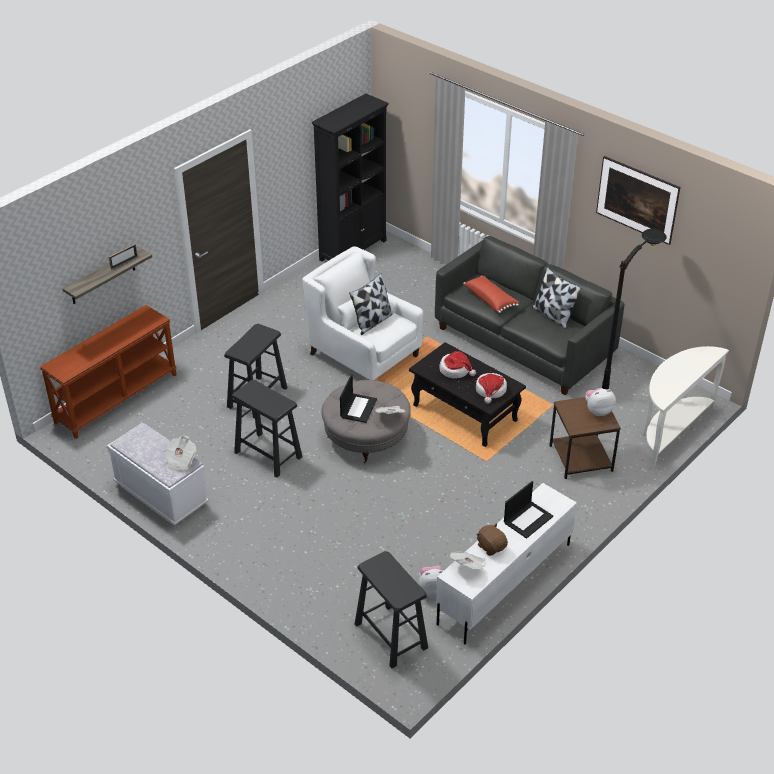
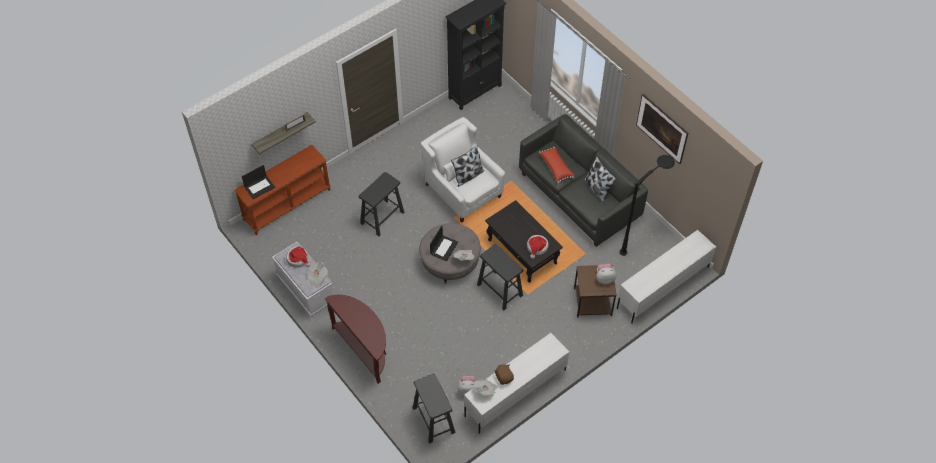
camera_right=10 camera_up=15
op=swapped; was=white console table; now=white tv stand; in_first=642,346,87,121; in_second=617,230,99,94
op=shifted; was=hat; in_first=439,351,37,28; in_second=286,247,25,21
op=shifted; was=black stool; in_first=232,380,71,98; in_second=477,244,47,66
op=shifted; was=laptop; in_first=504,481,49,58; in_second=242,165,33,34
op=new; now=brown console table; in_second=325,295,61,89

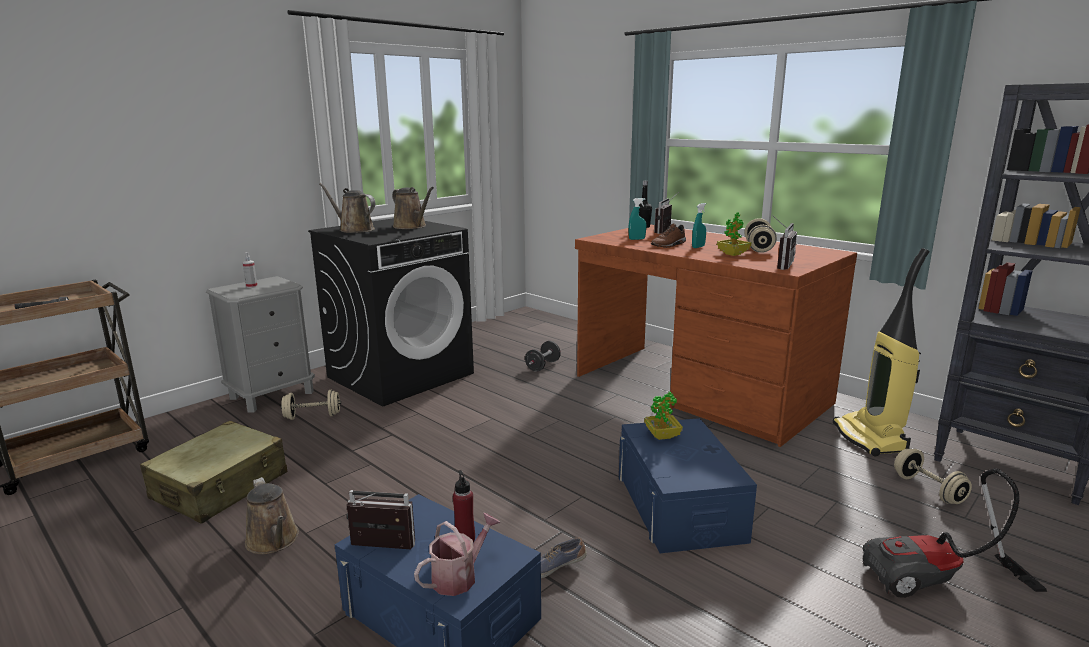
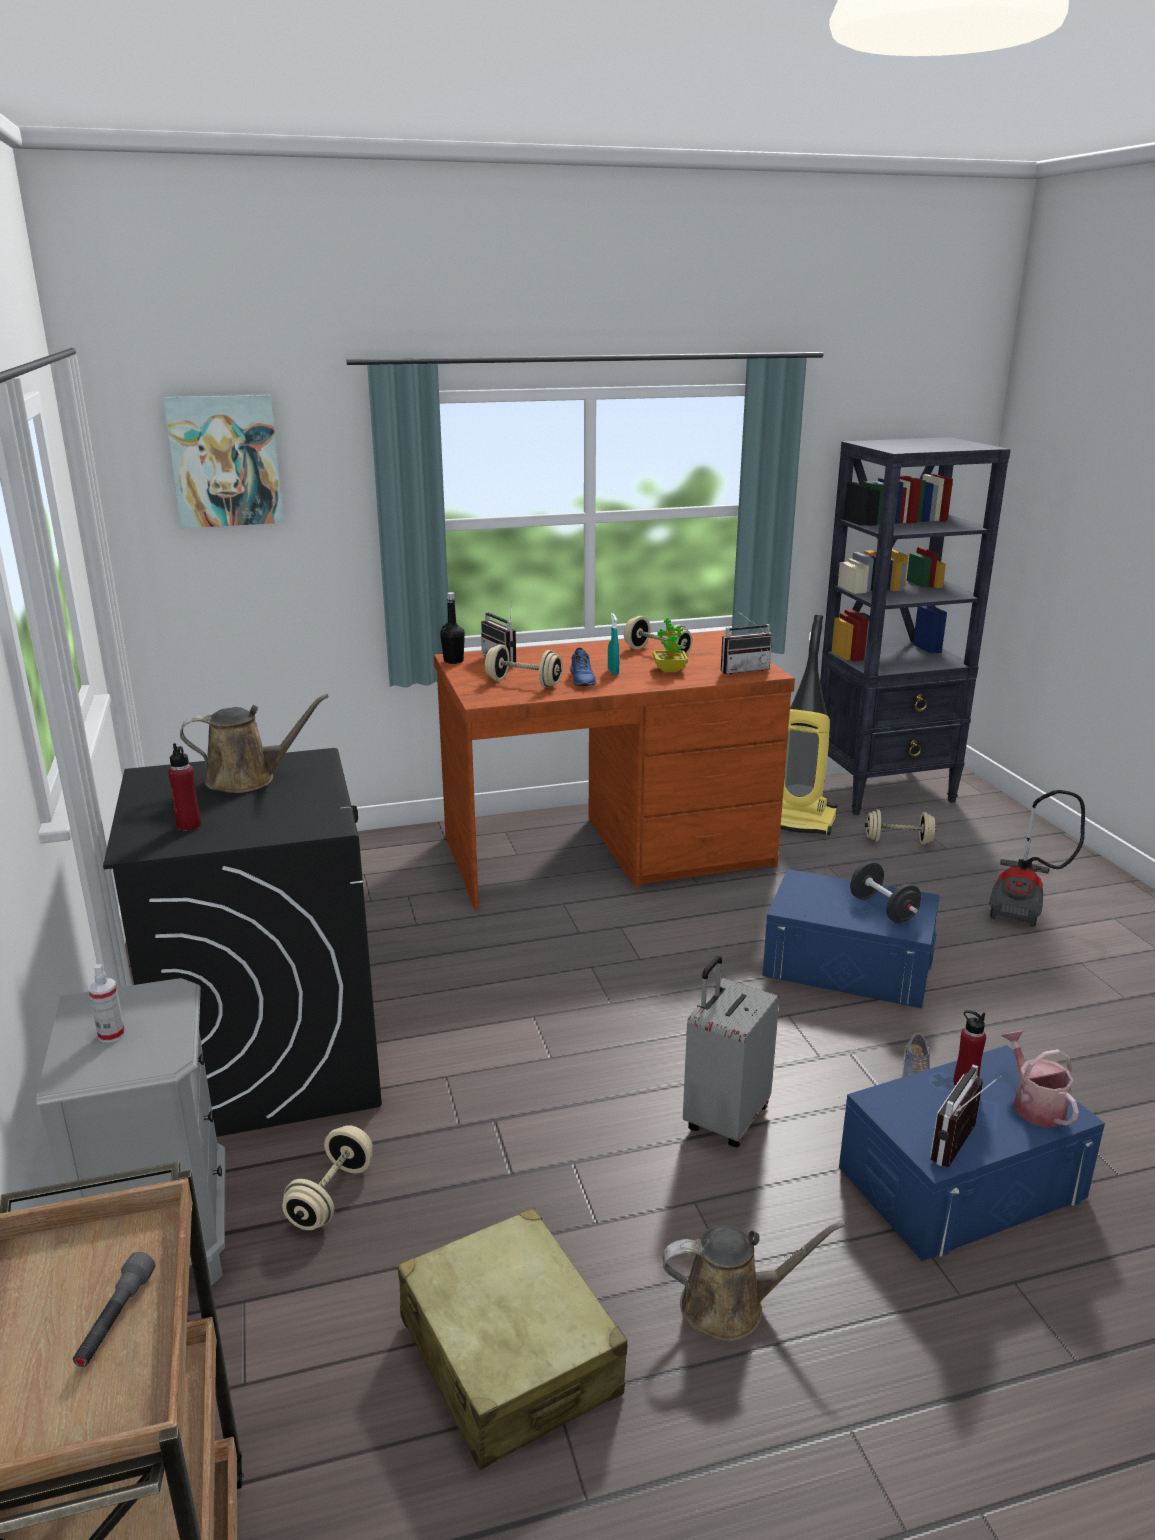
camera_right=-60 camera_up=5
op=swapped; was=brown watering can; now=red bottle; in_first=319,183,57,50; in_second=168,743,33,88
op=swapped; was=turquoise spray bottle; now=beige dumbbell; in_first=628,198,18,42; in_second=485,644,78,44
op=rotated; was=radio; in_first=772,215,25,55; in_second=721,609,51,65; clockwise=105
op=repainted; was=brown shoe; now=blue shoe; in_first=651,224,35,24; in_second=570,648,26,38
op=shifted; was=black dumbbell; in_first=525,341,36,31; in_second=850,861,71,62
op=gone; was=potted plant; in_first=644,392,39,48
op=new; now=picture; in_second=163,394,121,134
op=new; now=grey suitcase; in_second=683,956,96,191

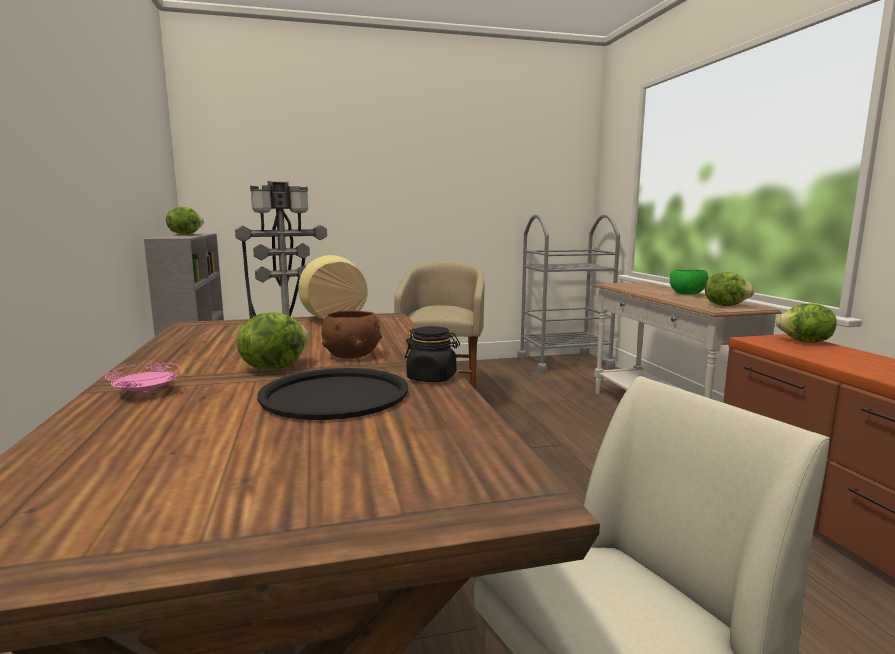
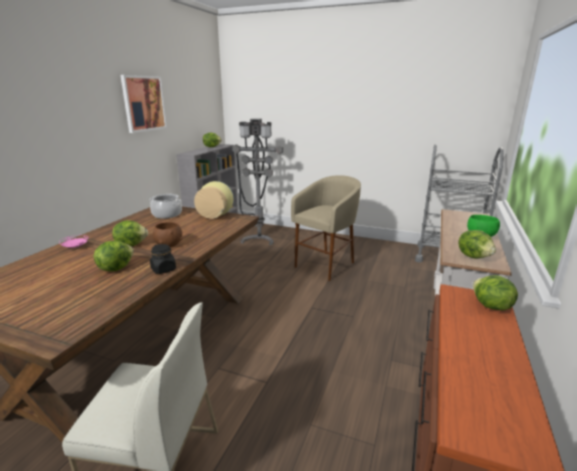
camera_right=35 camera_up=10
op=swapped; was=black tray; now=lettuce; in_first=257,368,151,52; in_second=94,241,40,30
op=new; now=picture; in_second=120,75,47,58
op=new; now=cooking pot; in_second=150,194,32,25

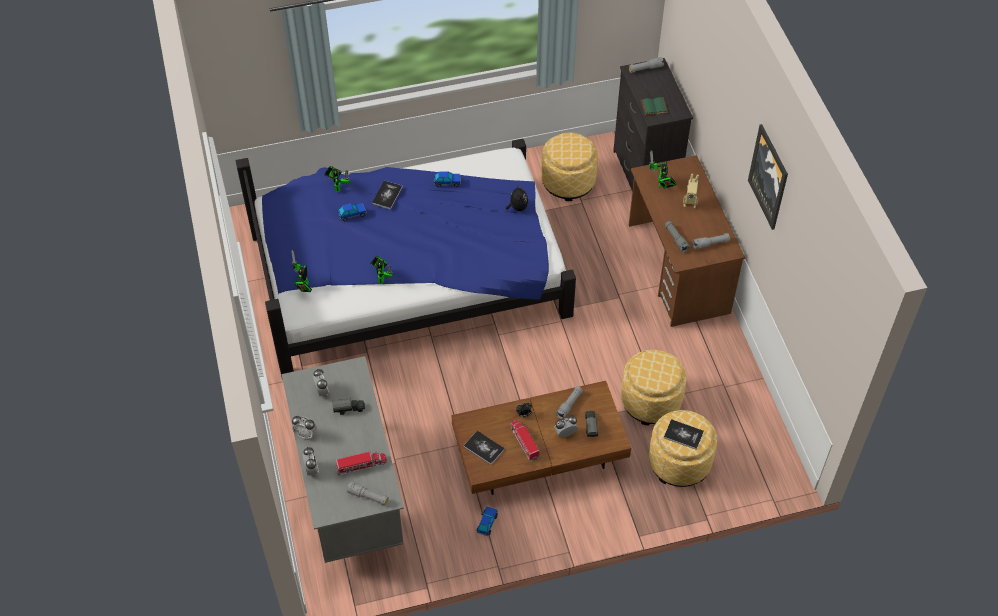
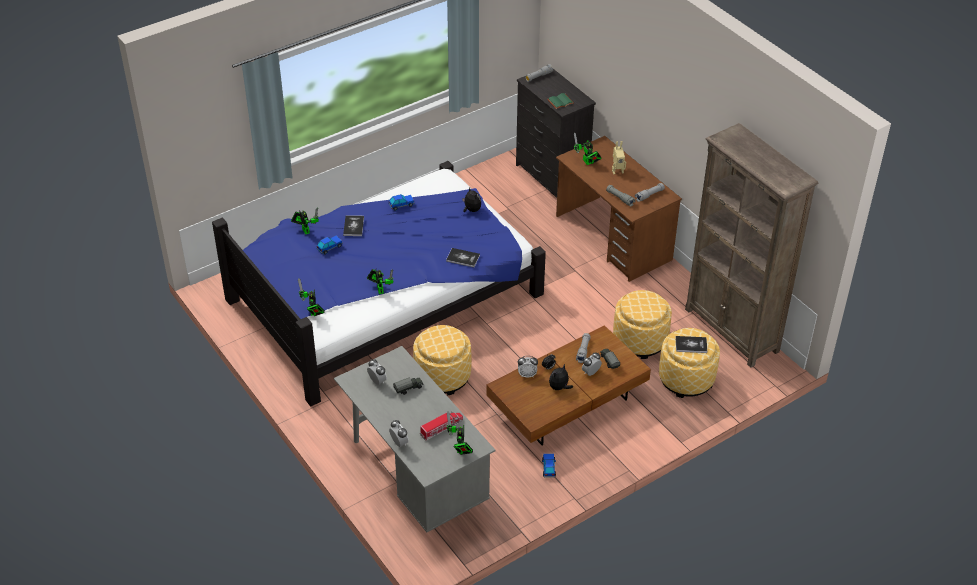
camera_right=-20 camera_up=-10
op=gone; was=picture; in_first=748,124,40,106
op=shifted; was=ottoman; in_first=541,133,57,68; in_second=413,325,59,71
op=shifted; was=alarm clock; in_first=292,416,25,23; in_second=518,356,20,22
op=swapped; was=toy truck; now=plush toy; in_first=510,420,29,41; in_second=549,364,24,26
op=shifted; was=book; in_first=464,431,41,34; in_second=446,248,34,19
op=swapped; was=grey flashlight; now=toy robot; in_first=347,482,42,24; in_second=446,412,27,43
op=new; now=brown bookcase; in_second=685,123,133,245

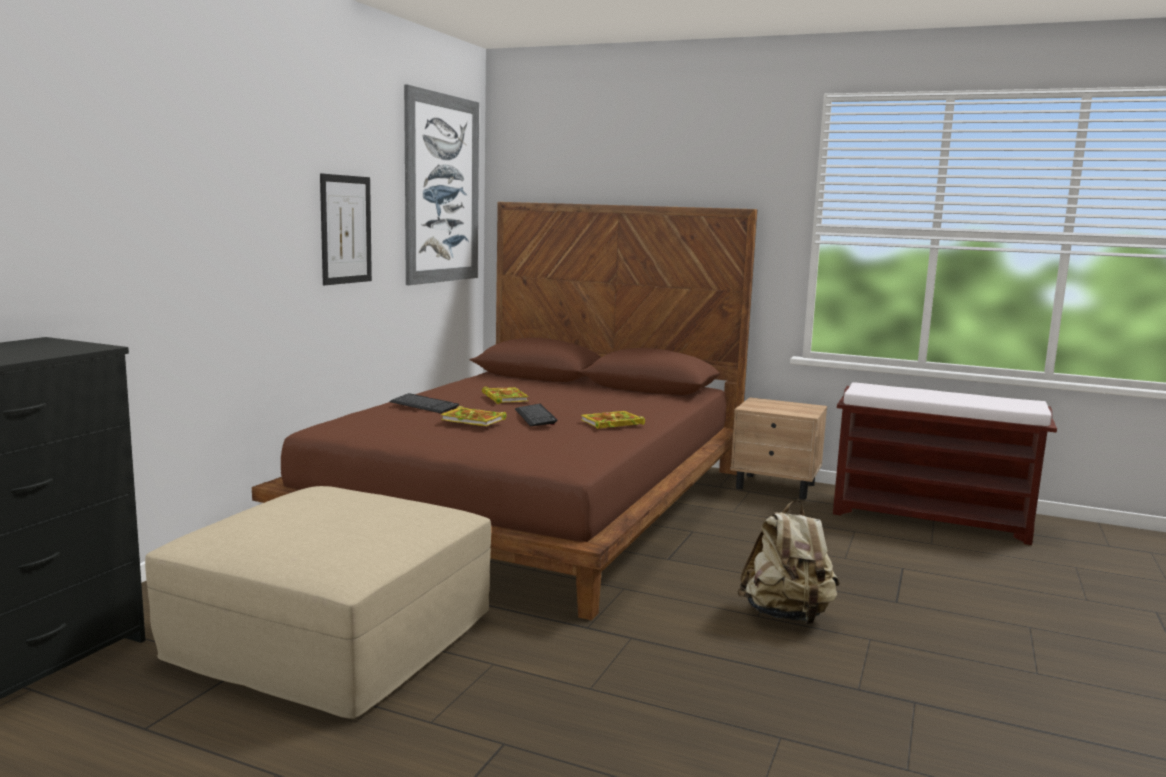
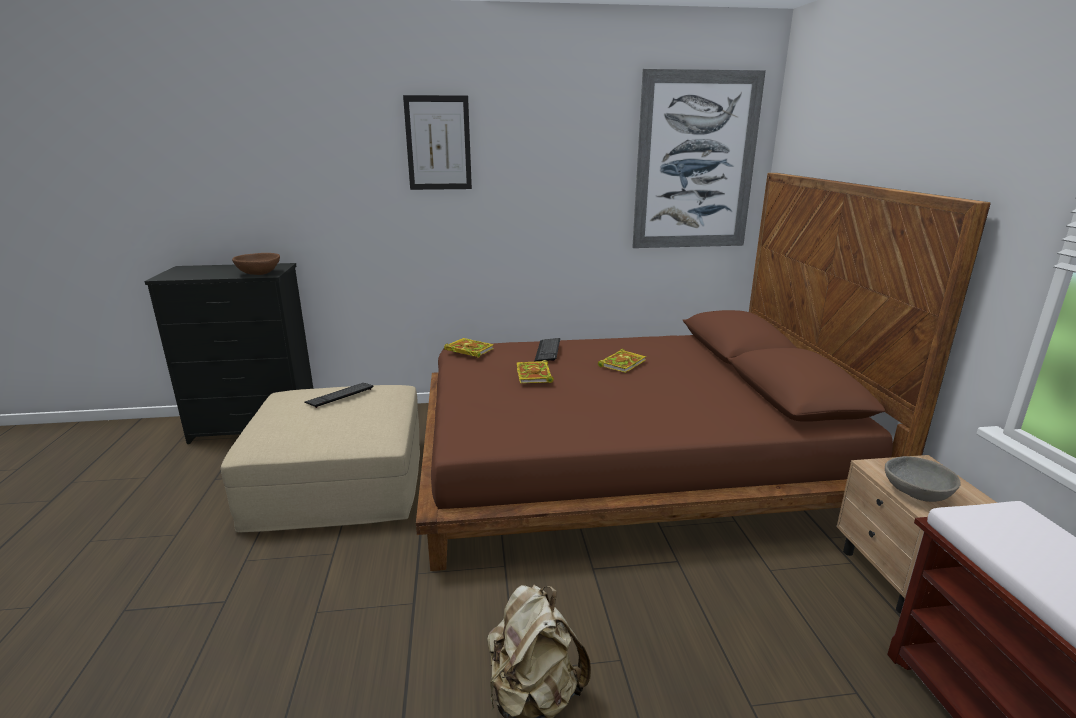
camera_right=60 camera_up=10
op=shifted; was=picture; in_first=320,173,52,112; in_second=403,95,69,95
op=shifted; was=keyboard; in_first=515,404,42,22; in_second=304,383,70,25
op=shifted; was=book; in_first=581,411,64,18; in_second=444,338,50,20
op=new; now=brown bowl; in_second=232,253,48,22
op=new; now=grey bowl; in_second=885,456,76,46

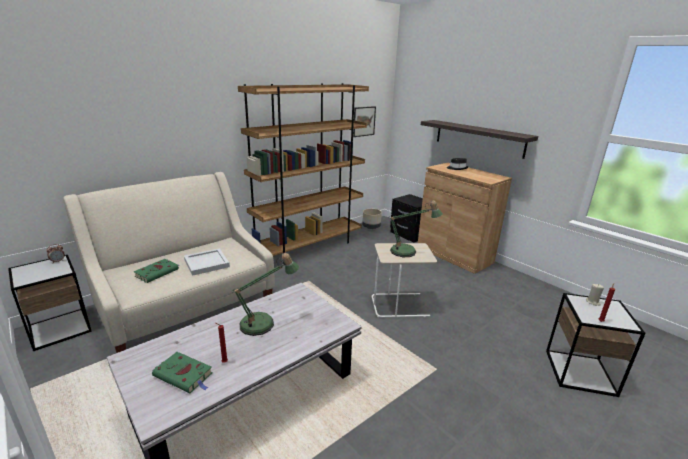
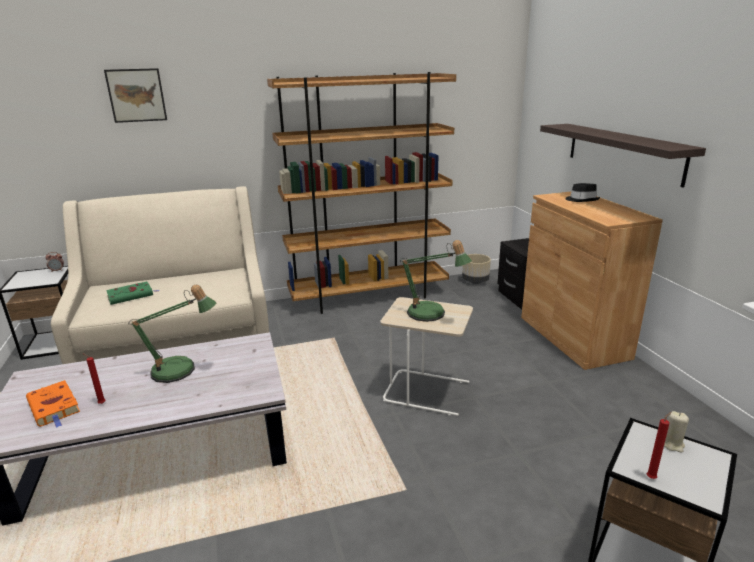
camera_right=25 camera_up=0
op=shifted; was=picture; in_first=353,106,23,31; in_second=104,68,63,55
op=gone; was=white tray; in_first=184,248,46,28
op=repainted; was=green book; now=orange book; in_first=152,352,61,41; in_second=26,380,54,48

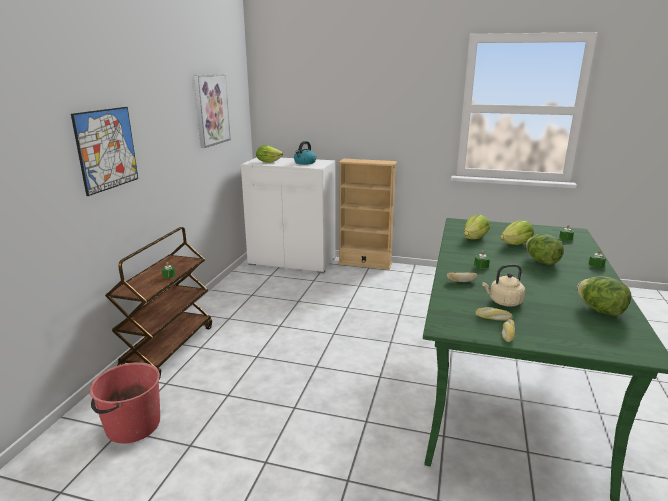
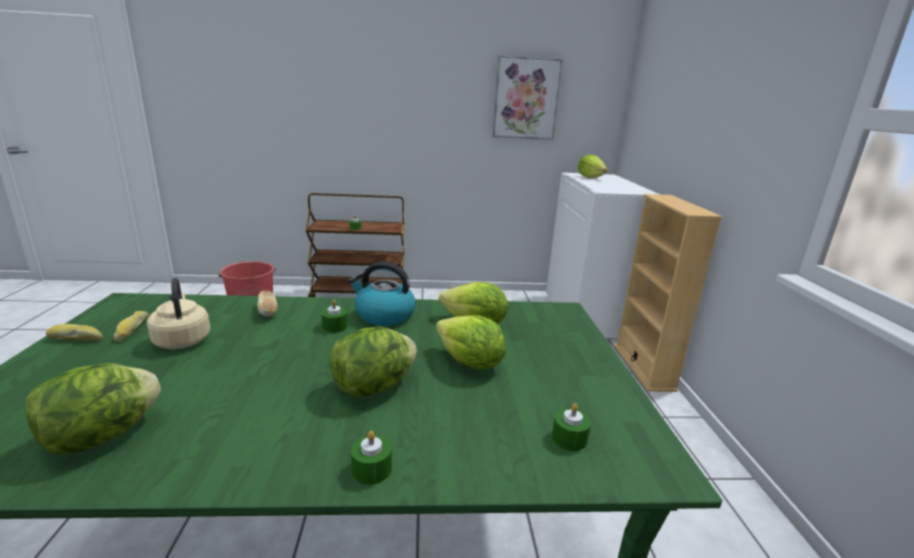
camera_right=70 camera_up=0
op=gone; was=picture; in_first=71,107,67,89
op=shifted; was=kettle; in_first=294,141,22,24; in_second=348,262,68,64

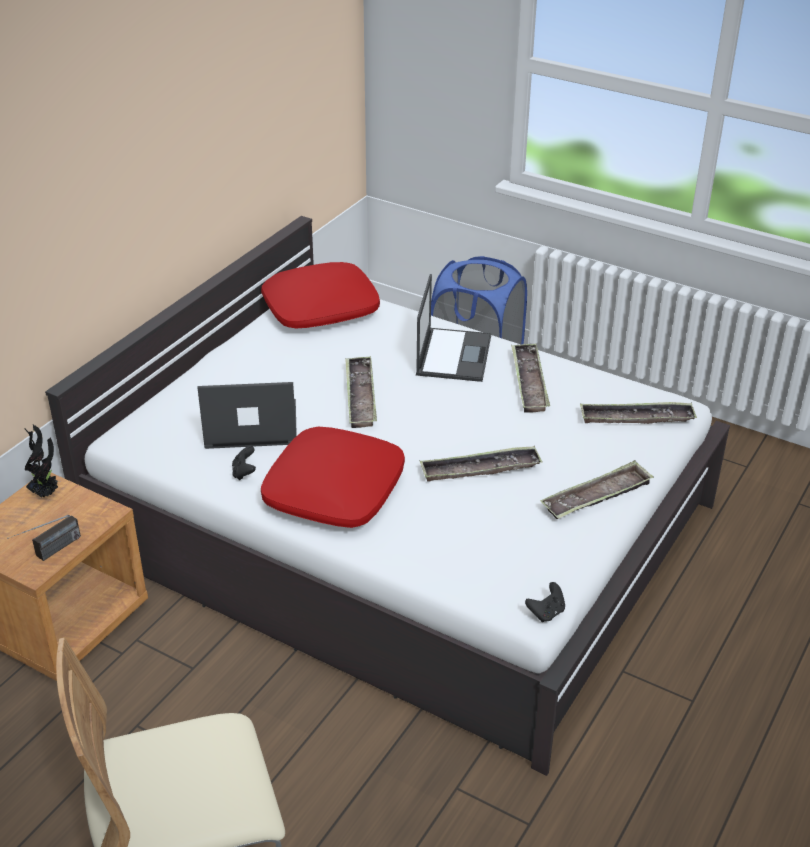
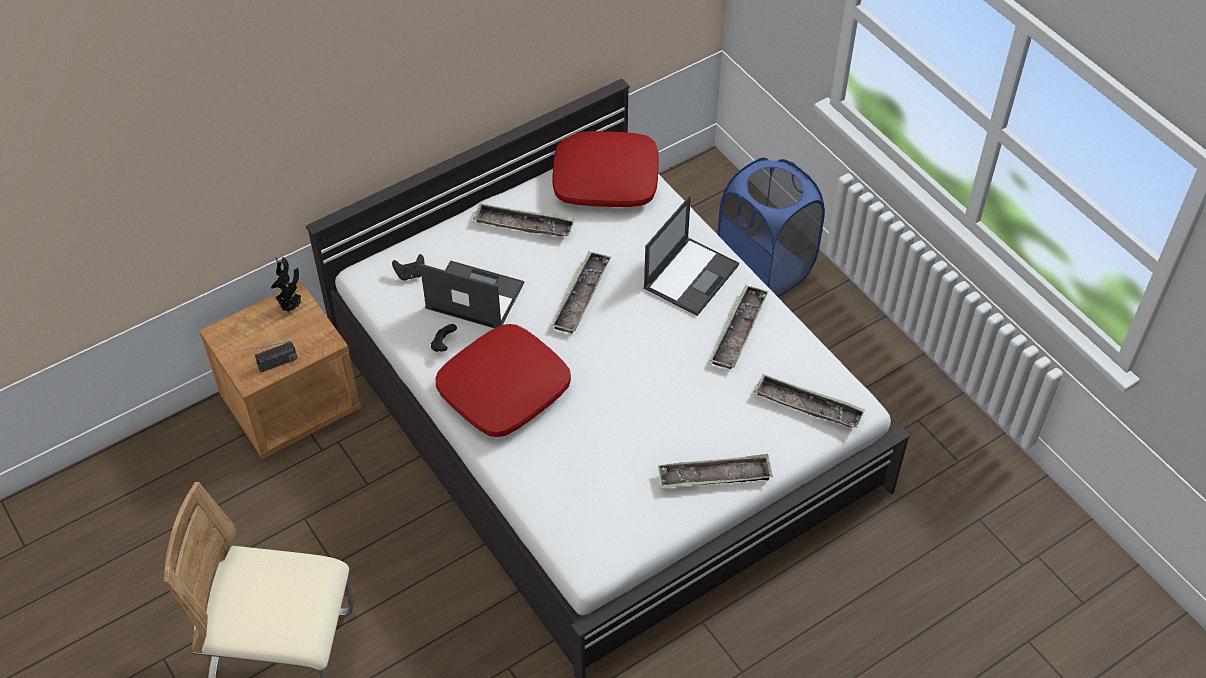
camera_right=25 camera_up=15
op=shifted; was=tray; in_first=420,446,123,36; in_second=473,203,101,33
op=shifted; was=black game controller; in_first=525,582,40,40; in_second=392,254,32,26

